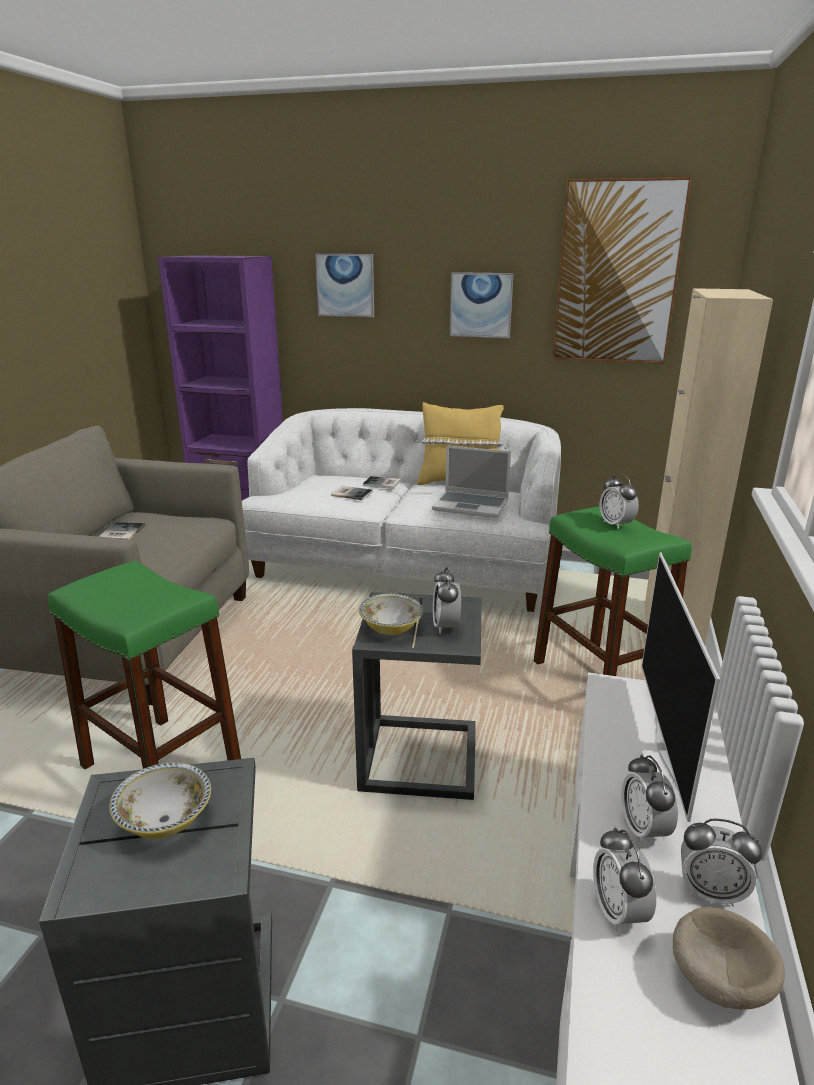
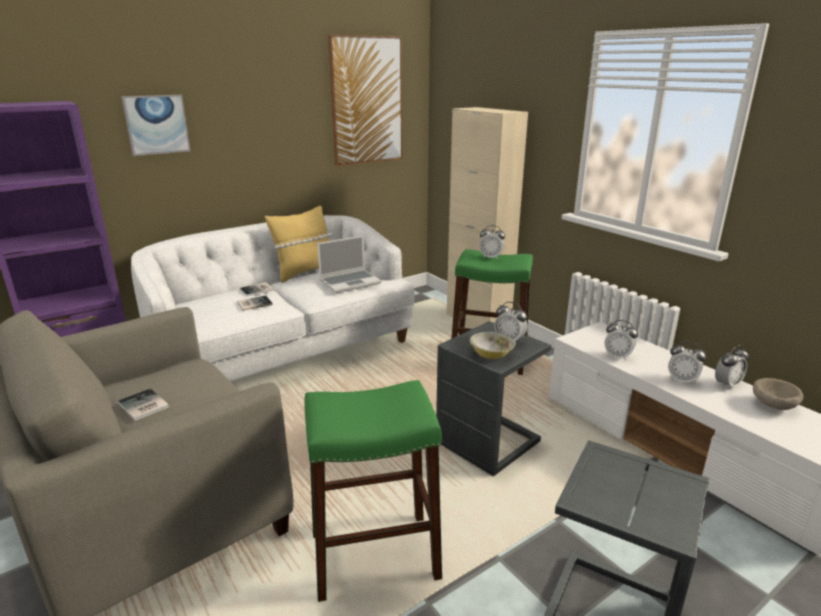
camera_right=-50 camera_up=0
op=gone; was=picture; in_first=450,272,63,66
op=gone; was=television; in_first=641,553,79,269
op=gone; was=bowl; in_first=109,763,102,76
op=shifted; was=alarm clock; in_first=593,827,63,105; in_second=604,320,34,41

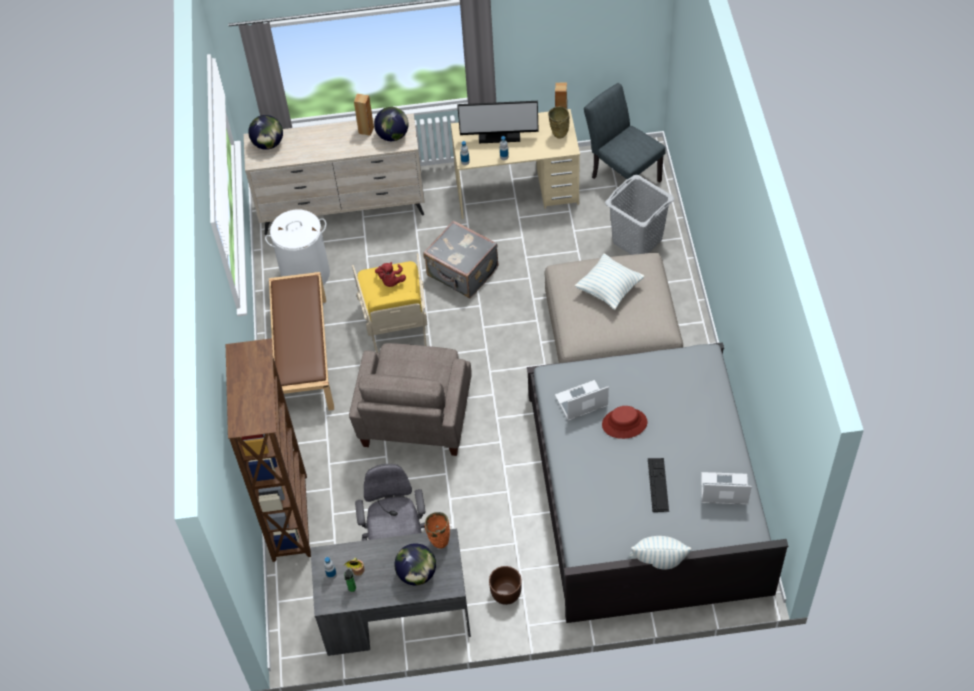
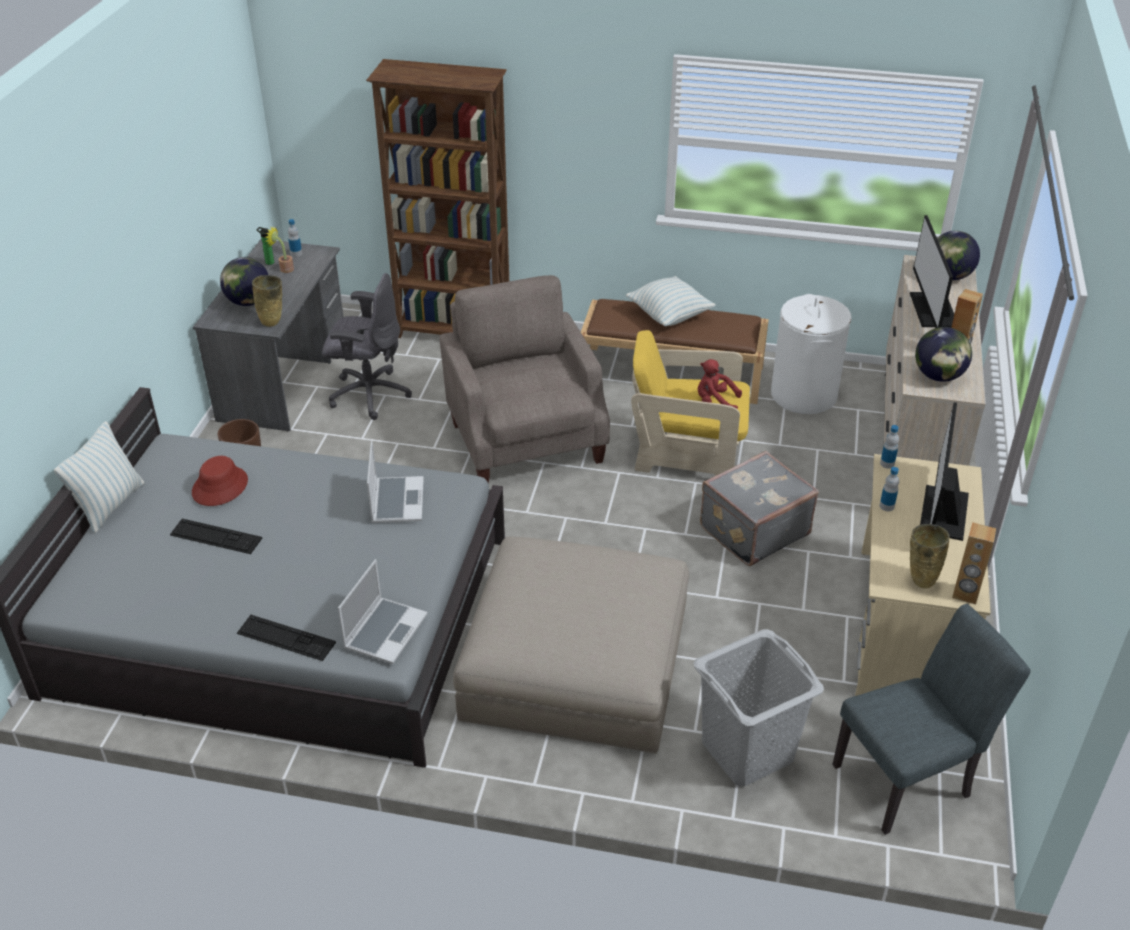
camera_right=105 camera_up=-15
op=shifted; was=pillow; in_first=575,253,70,57; in_second=626,276,89,50
op=rotated; was=beige armchair; in_first=349,343,123,113; in_second=440,275,170,208; clockwise=45
op=shifted; was=red hat; in_first=602,406,45,33; in_second=192,456,56,50
op=shifted; was=laptop; in_first=701,472,51,33; in_second=338,559,90,105
op=repainted; was=orange vase; now=beige vase; in_first=425,512,25,37; in_second=252,275,30,52
op=new; now=monitor; in_second=910,215,44,113
op=new; now=keyboard; in_second=237,615,99,46

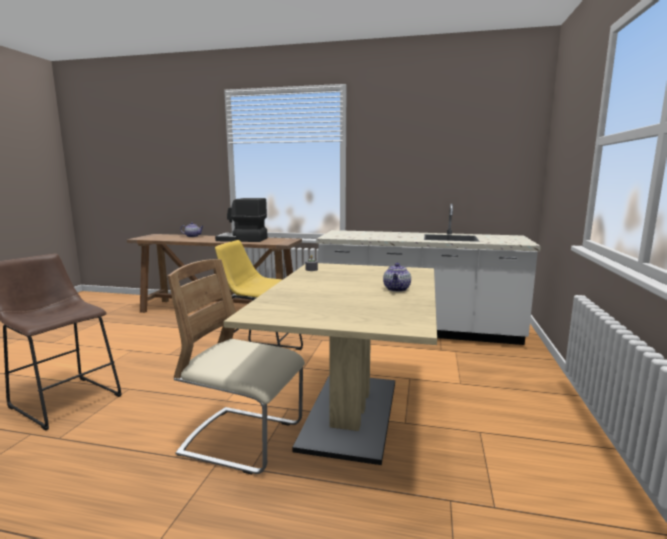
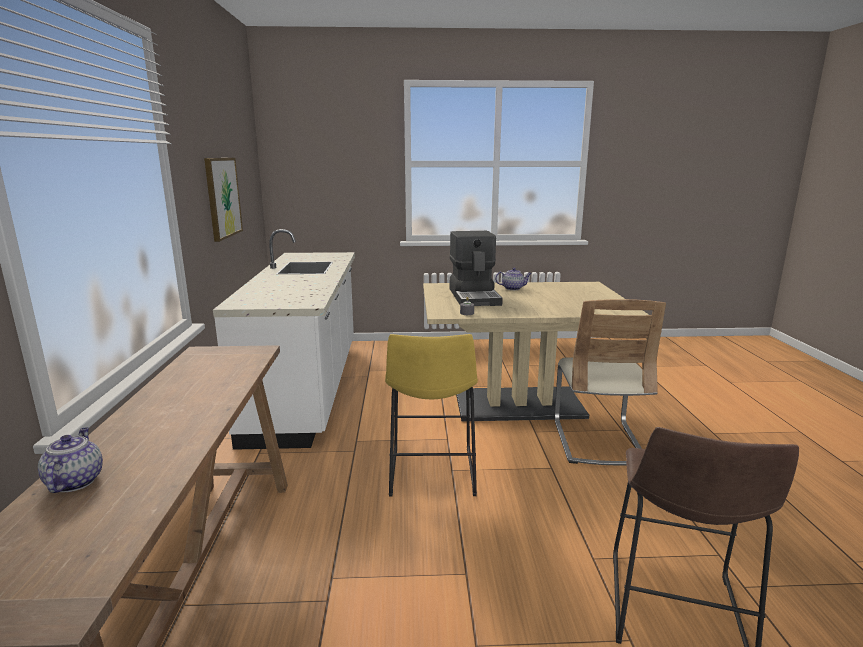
camera_right=-105 camera_up=5
op=shifted; was=coffee machine; in_first=215,198,52,44; in_second=450,231,53,75
op=new; now=picture; in_second=204,158,39,84

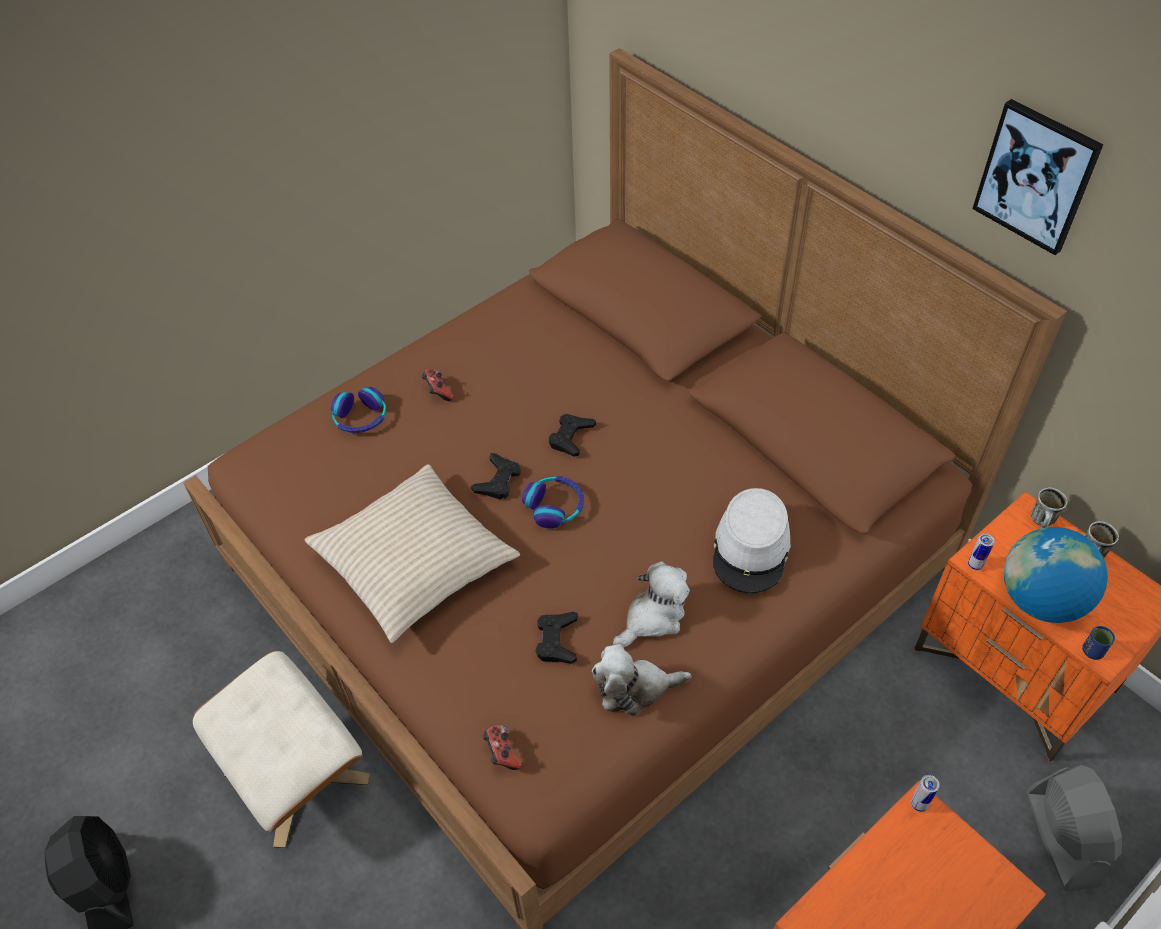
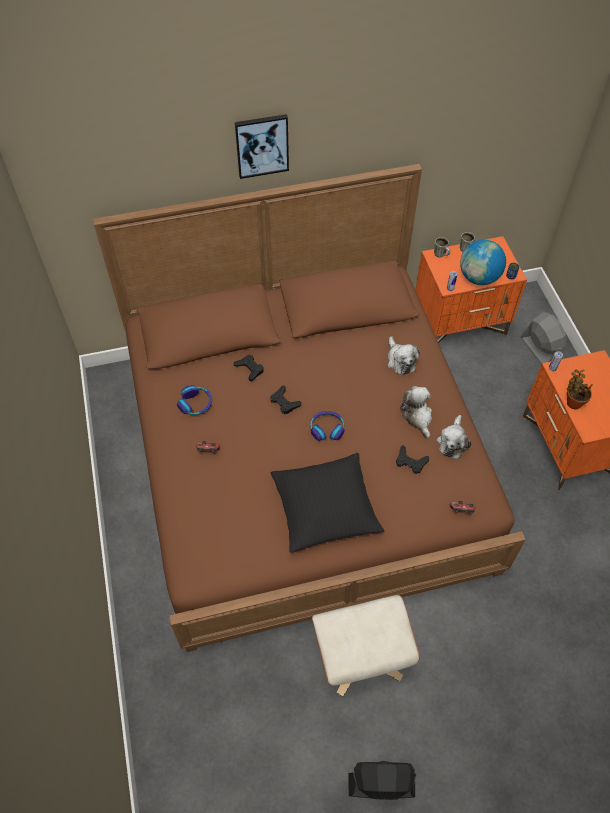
camera_right=-65 camera_up=5
op=shifted; was=picture; in_first=972,99,131,156; in_second=235,114,54,65
op=shifted; was=headphones; in_first=331,387,55,46; in_second=177,385,35,30
op=shifted; was=black game controller; in_first=471,453,50,47; in_second=233,355,31,26
op=repainted; was=beige pillow; now=black pillow; in_first=304,464,216,179; in_second=271,453,113,100
op=swapped; was=grey hat; now=plush toy; in_first=713,488,78,105; in_second=387,336,33,39
op=rotated; was=grey fan; in_first=1027,765,95,127; in_second=521,312,46,52; clockwise=45
op=new; now=potted plant; in_second=567,370,26,39

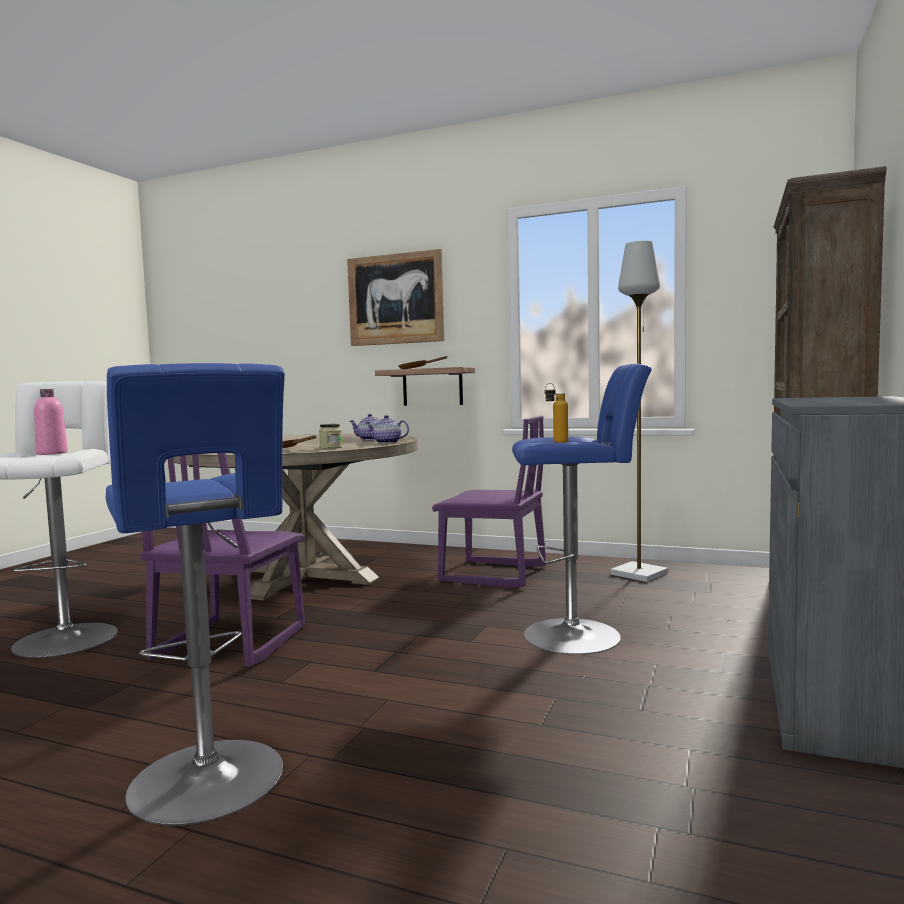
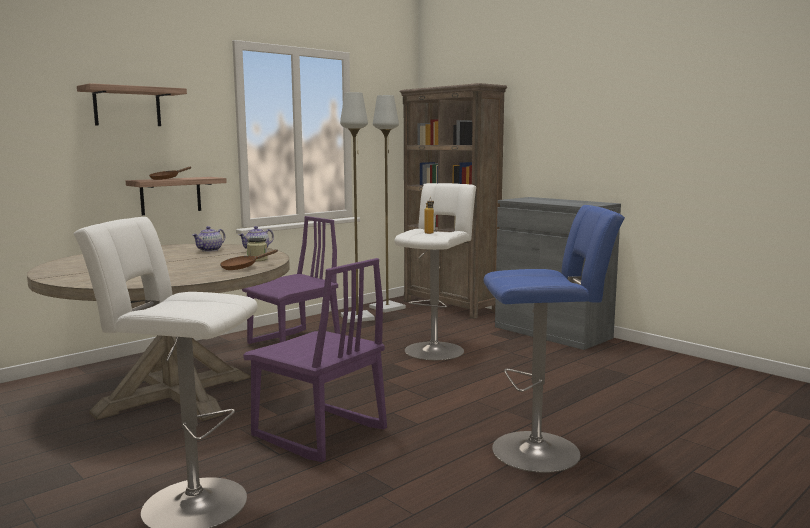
camera_right=-65 camera_up=5
op=swapped; was=picture; now=shelf; in_first=347,249,97,97; in_second=77,83,110,43
op=repainted; was=blue stool; now=white stool; in_first=512,364,140,291; in_second=394,183,82,177
op=gone; was=pink bottle; in_first=34,389,34,66
op=new; now=grey floor lamp; in_second=369,95,37,218

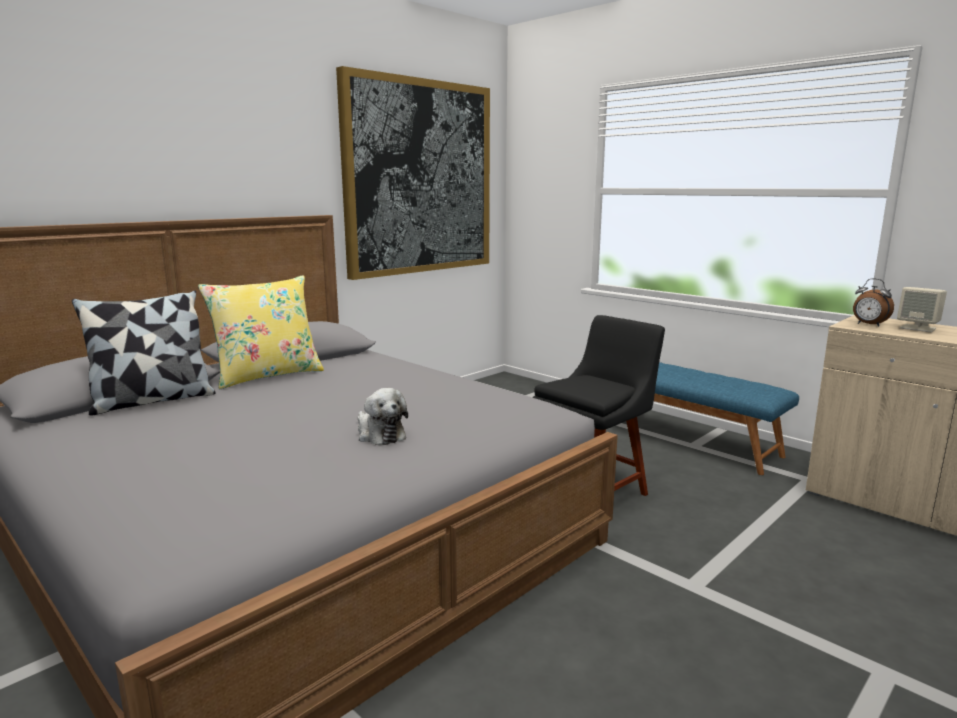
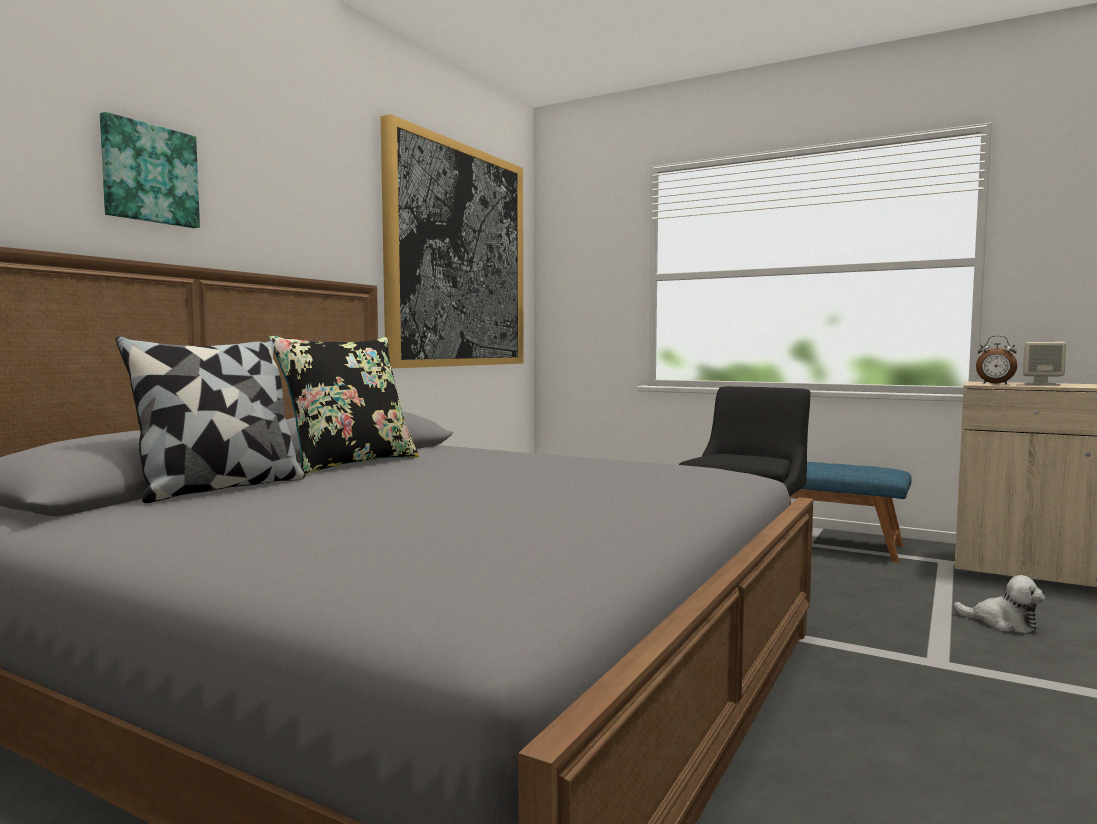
camera_right=-15 camera_up=-10
op=repainted; was=yellow pillow; now=black pillow; in_first=198,275,126,114; in_second=269,336,150,139
op=shifted; was=plush toy; in_first=358,388,50,57; in_second=954,575,91,58
op=new; now=picture; in_second=100,112,100,116

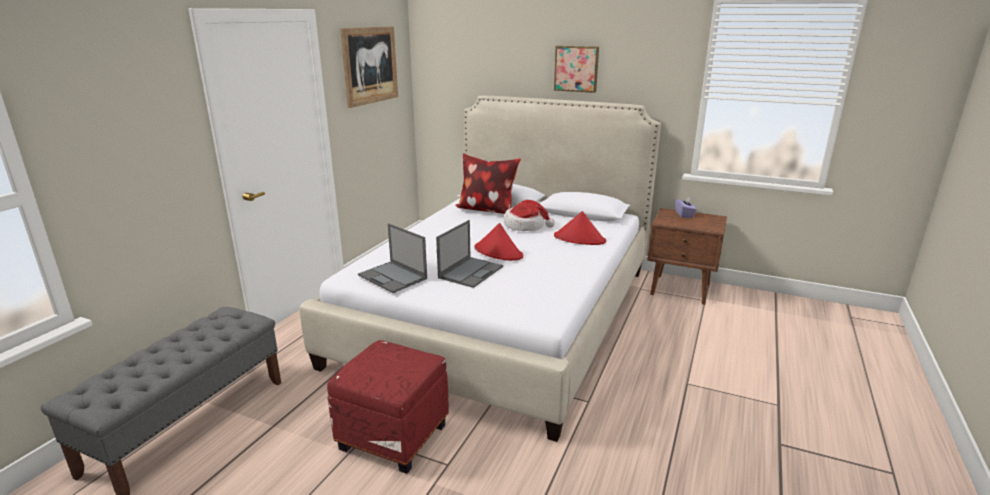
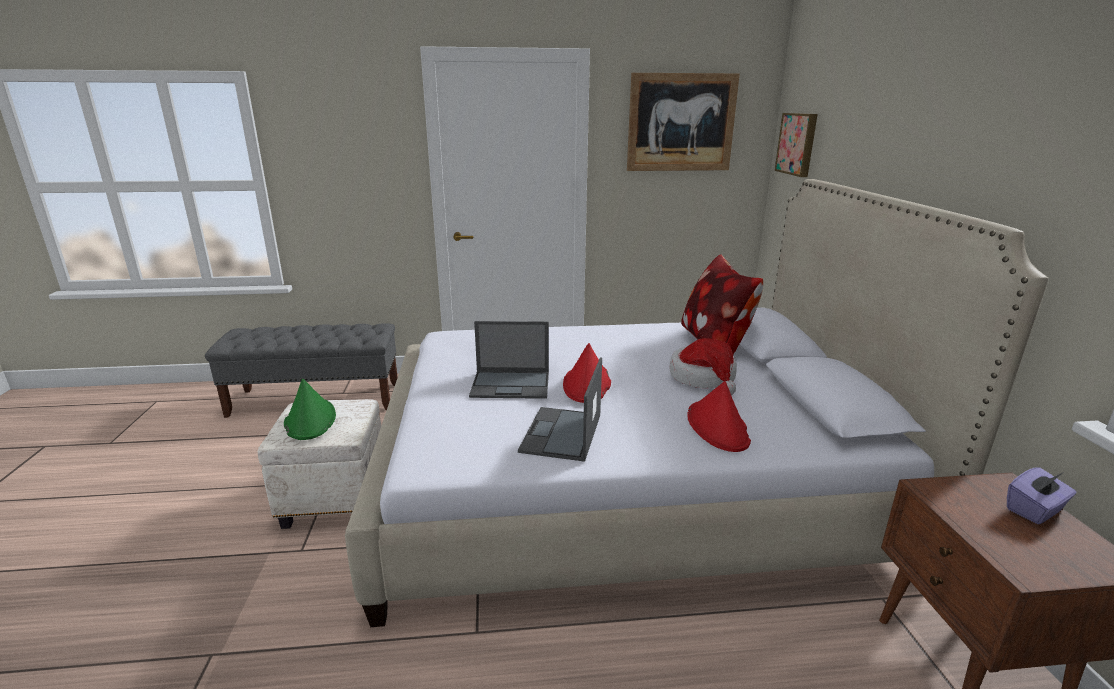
camera_right=60 camera_up=0
op=shifted; was=picture; in_first=554,46,45,47; in_second=775,113,43,64
op=shifted; was=laptop; in_first=358,223,69,70; in_second=518,357,84,105
op=repainted; was=red ottoman; now=white ottoman; in_first=327,340,122,134; in_second=258,399,123,130
op=new; now=green hat; in_second=284,379,52,61

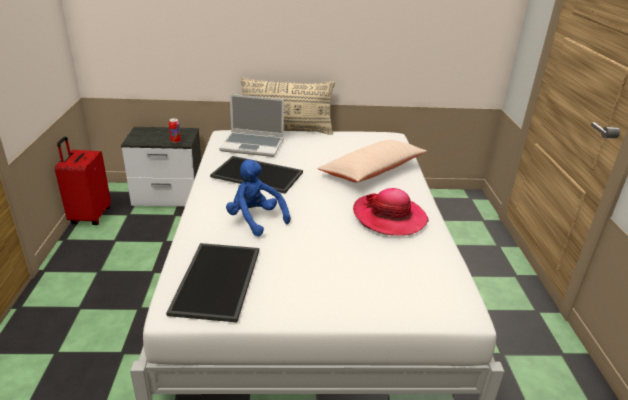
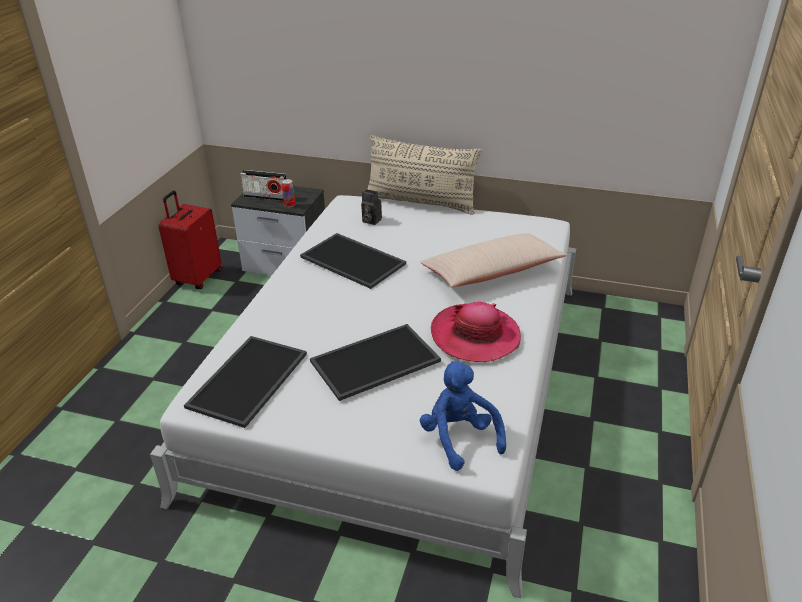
camera_right=20 camera_up=5
op=swapped; was=laptop; now=photo camera; in_first=219,94,65,63; in_second=361,189,21,36
op=shifted; was=blue plush toy; in_first=226,159,64,77; in_second=420,361,86,110
op=new; now=radio; in_second=240,170,47,31
op=new; now=tray; in_second=310,324,131,77

